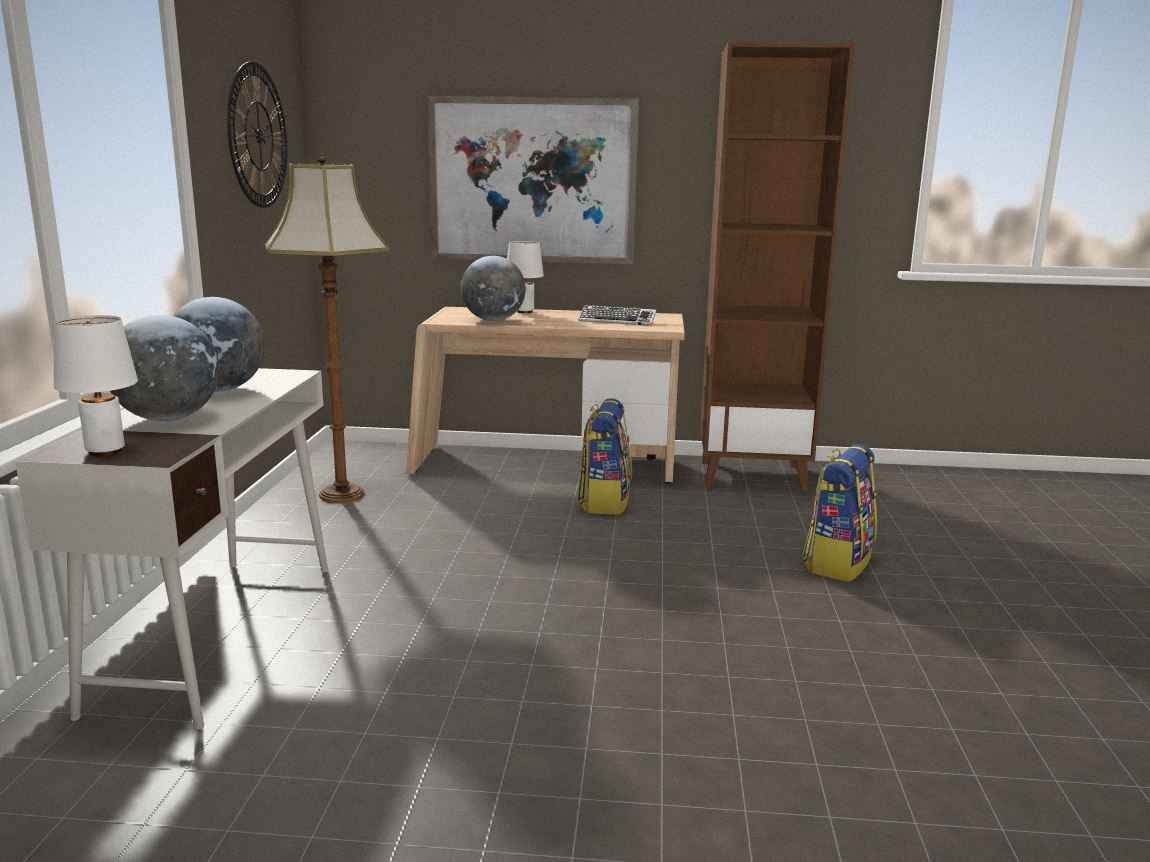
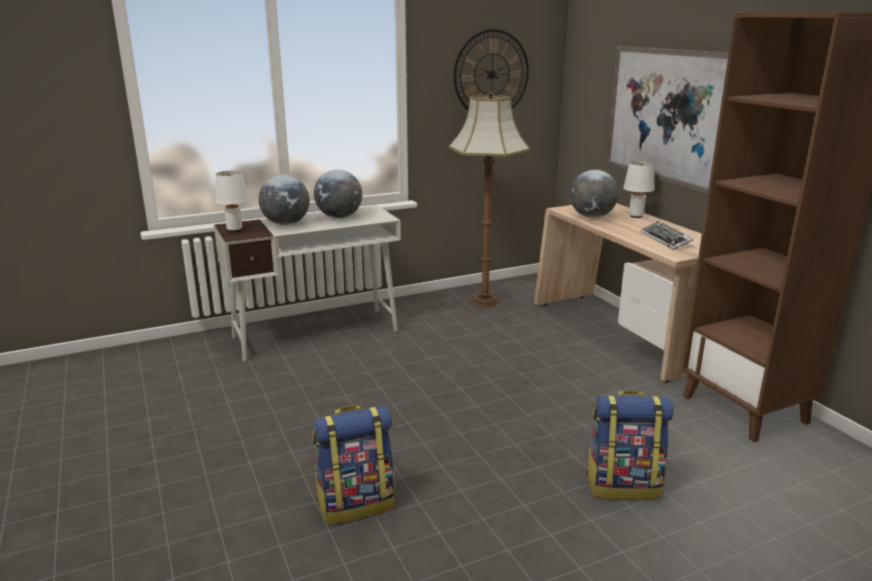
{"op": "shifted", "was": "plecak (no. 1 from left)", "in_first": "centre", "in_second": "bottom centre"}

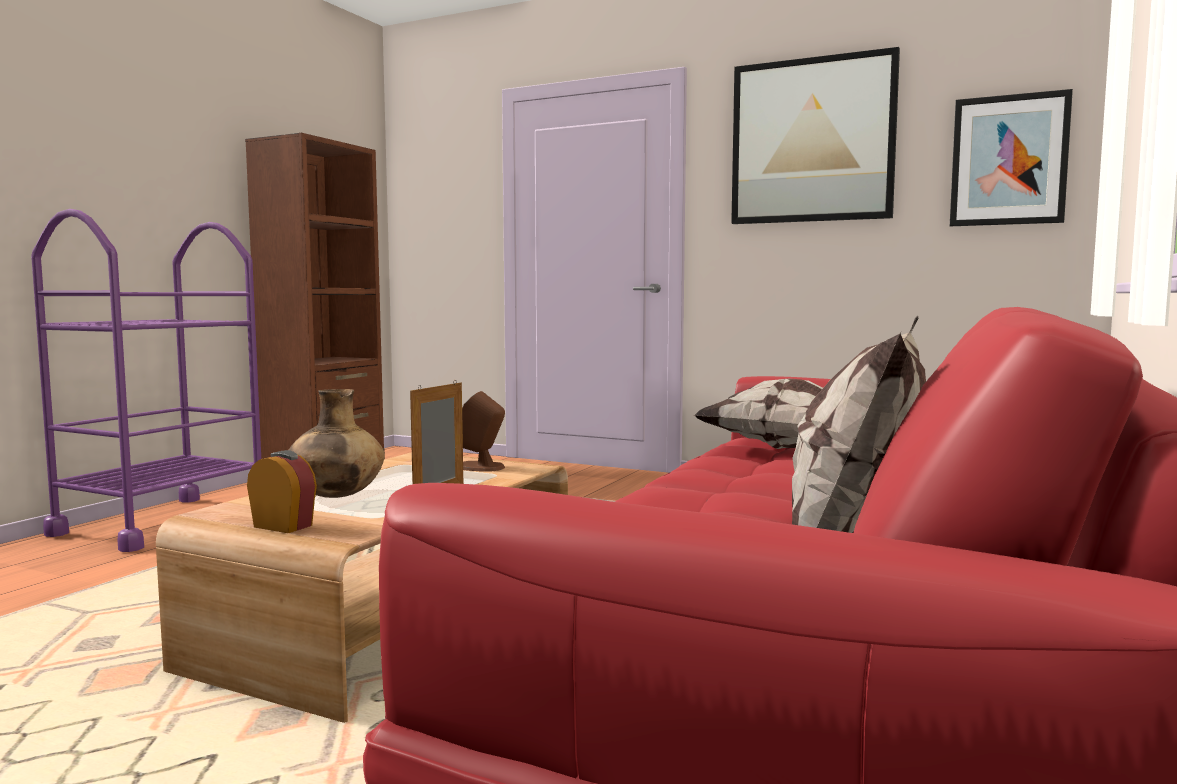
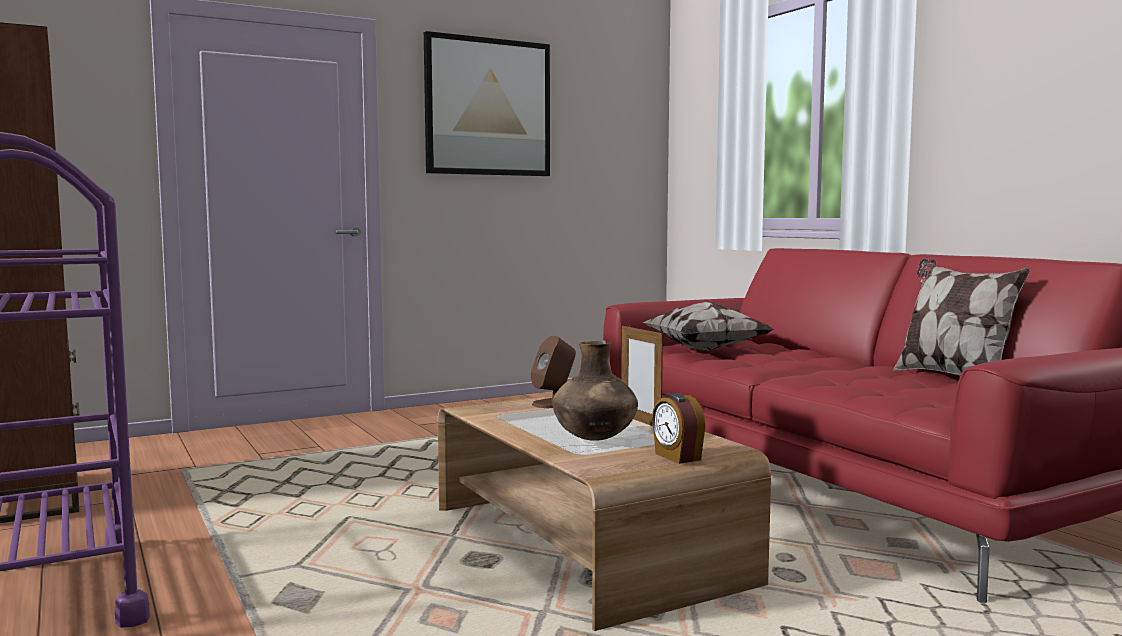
{"op": "rotated", "was": "budzik", "in_first": "middle left", "in_second": "bottom centre", "clockwise": -90}
{"op": "gone", "was": "obraz (no. 2 from left)", "in_first": "top right"}

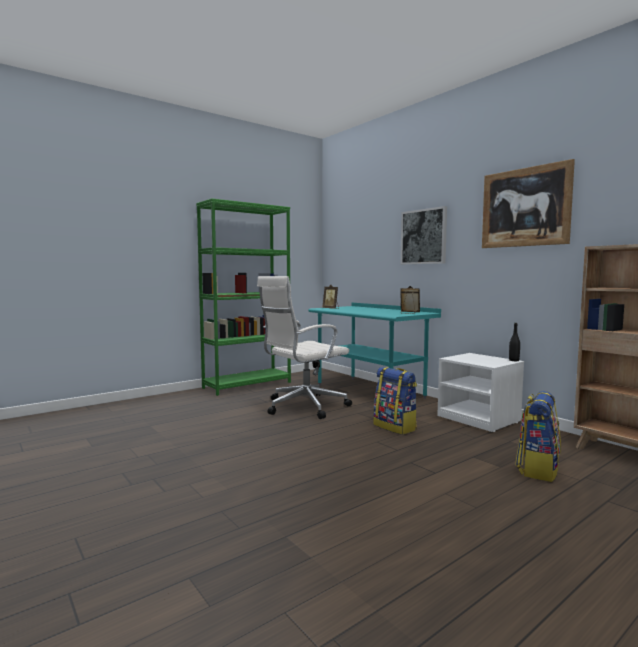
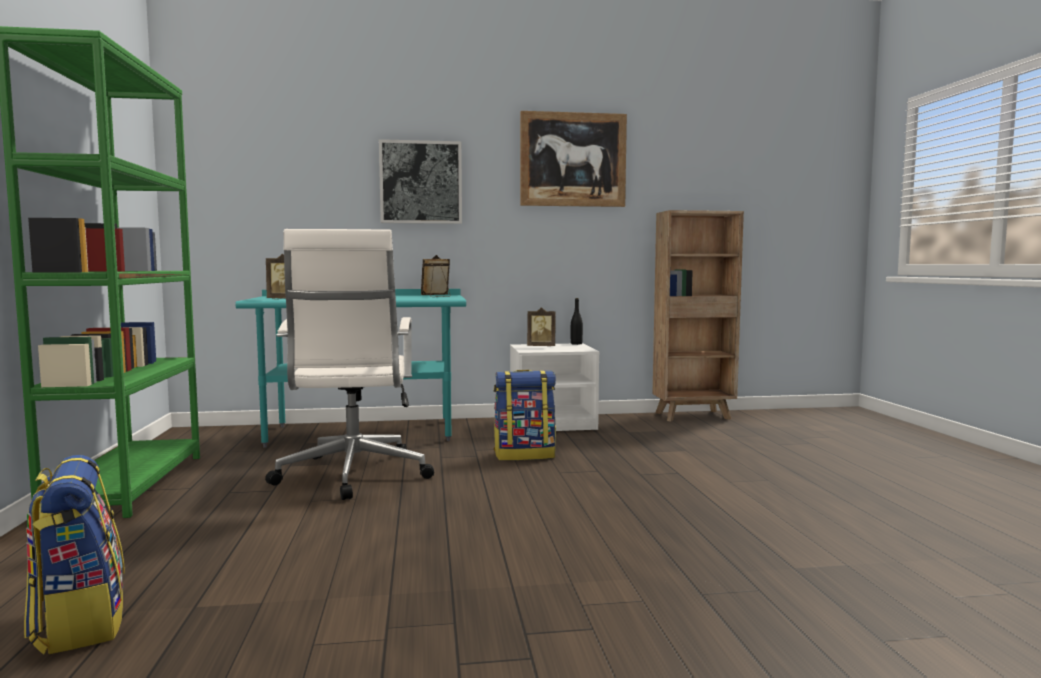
{"op": "shifted", "was": "plecak (no. 2 from left in the first image)", "now": "plecak (no. 1 from left)", "in_first": "bottom right", "in_second": "bottom left"}
{"op": "new", "now": "ramka na zdjęcie (no. 3 from left)", "in_second": "centre"}

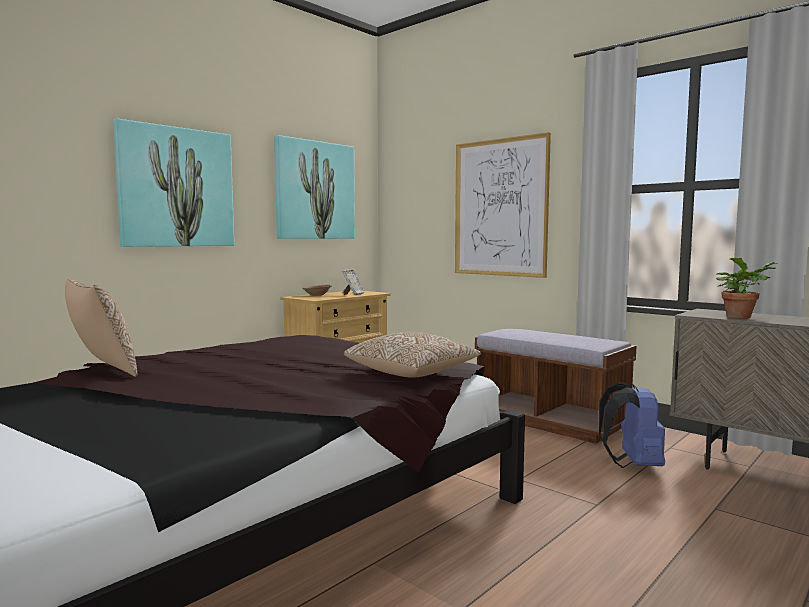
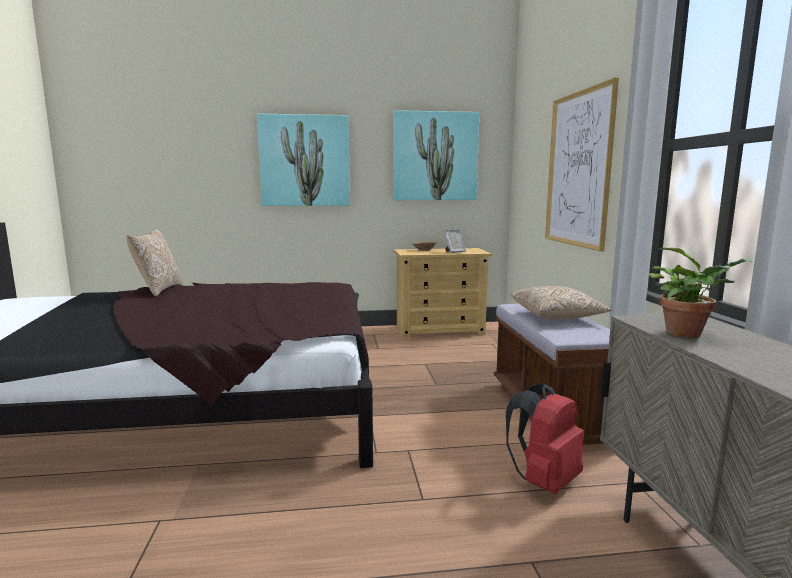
{"op": "repainted", "was": "plecak [niebieski]", "now": "plecak [czerwony]", "in_first": "bottom right", "in_second": "bottom right"}
{"op": "shifted", "was": "poduszka (no. 2 from left)", "in_first": "centre", "in_second": "middle right"}

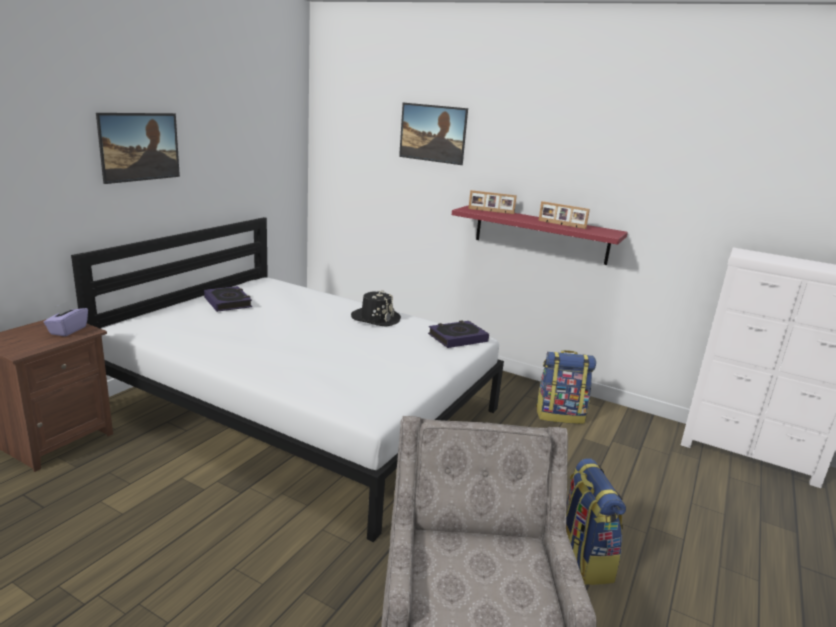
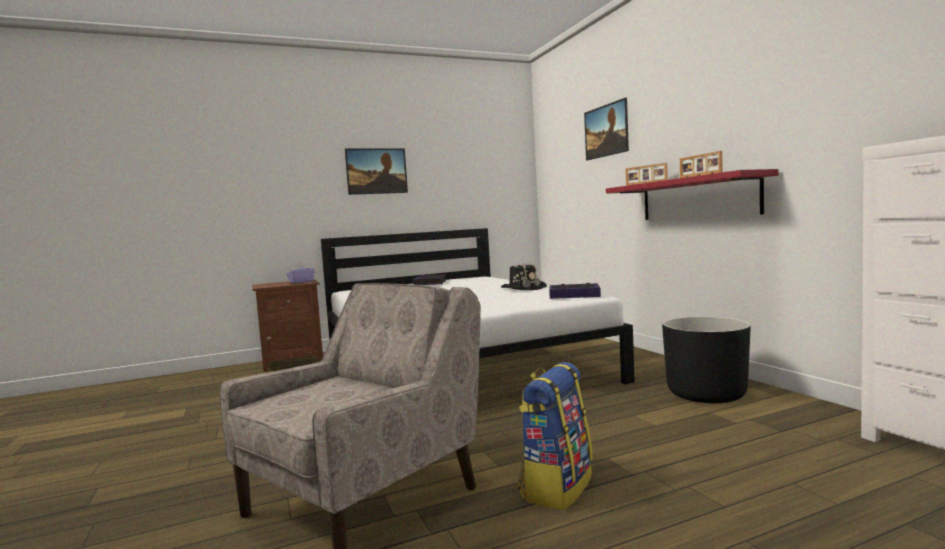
{"op": "swapped", "was": "plecak (no. 1 from left)", "now": "donica [czarny]", "in_first": "middle right", "in_second": "middle right"}

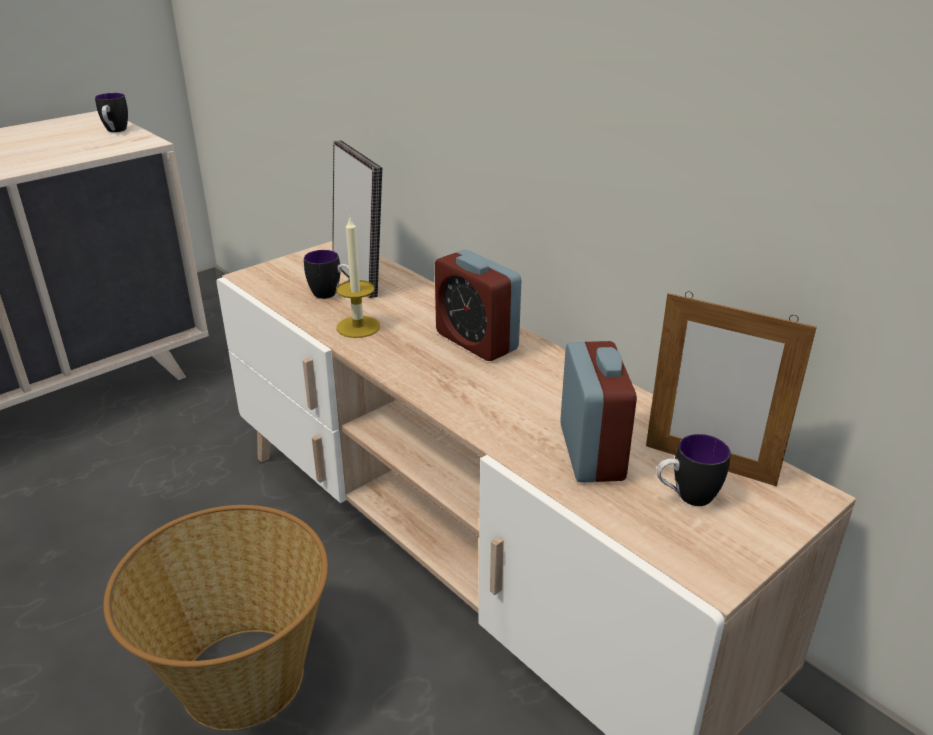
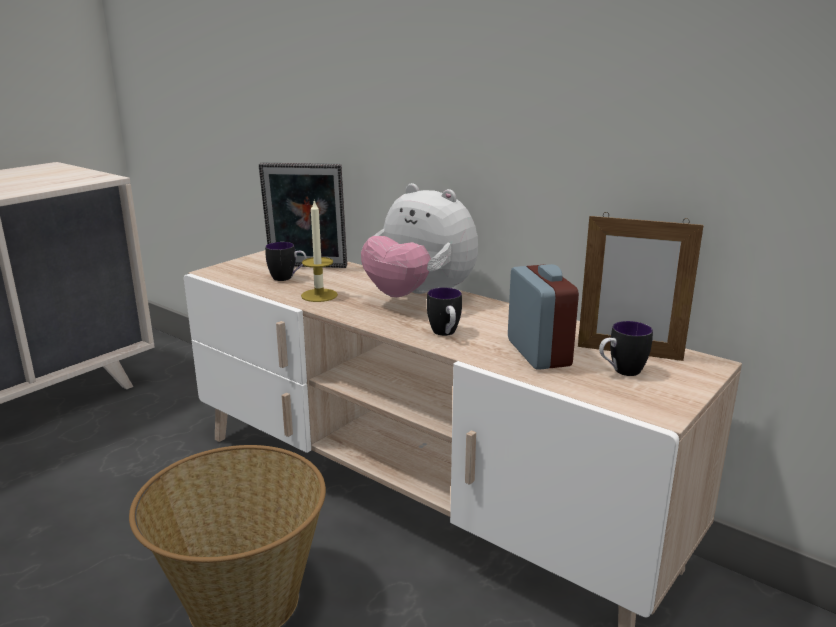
{"op": "rotated", "was": "ramka na zdjęcie (no. 1 from left)", "in_first": "top centre", "in_second": "centre", "clockwise": 135}
{"op": "swapped", "was": "budzik (no. 1 from left)", "now": "pluszak", "in_first": "centre", "in_second": "centre"}
{"op": "shifted", "was": "kubek (no. 1 from left in the first image)", "now": "kubek (no. 2 from left)", "in_first": "top left", "in_second": "centre"}

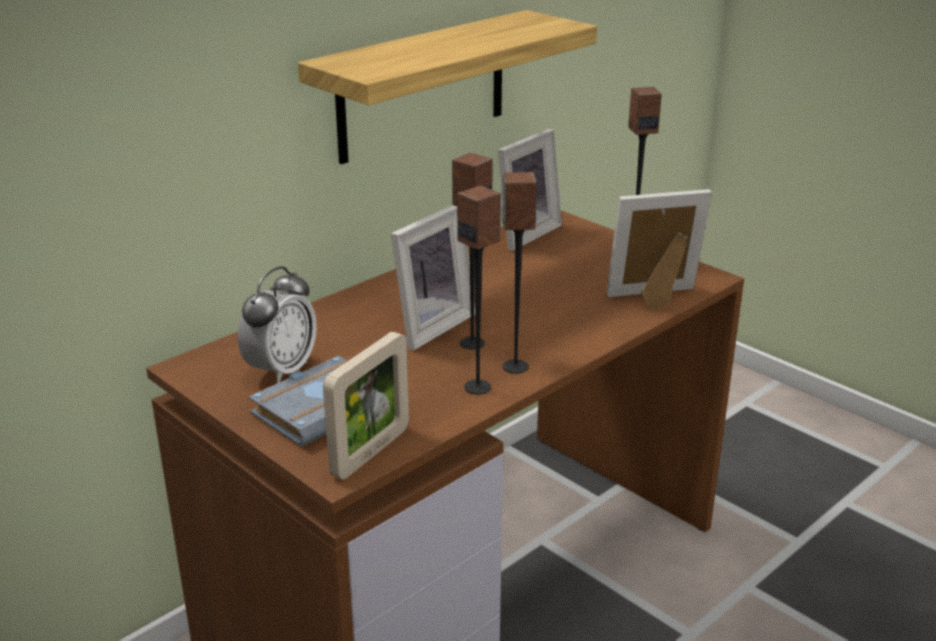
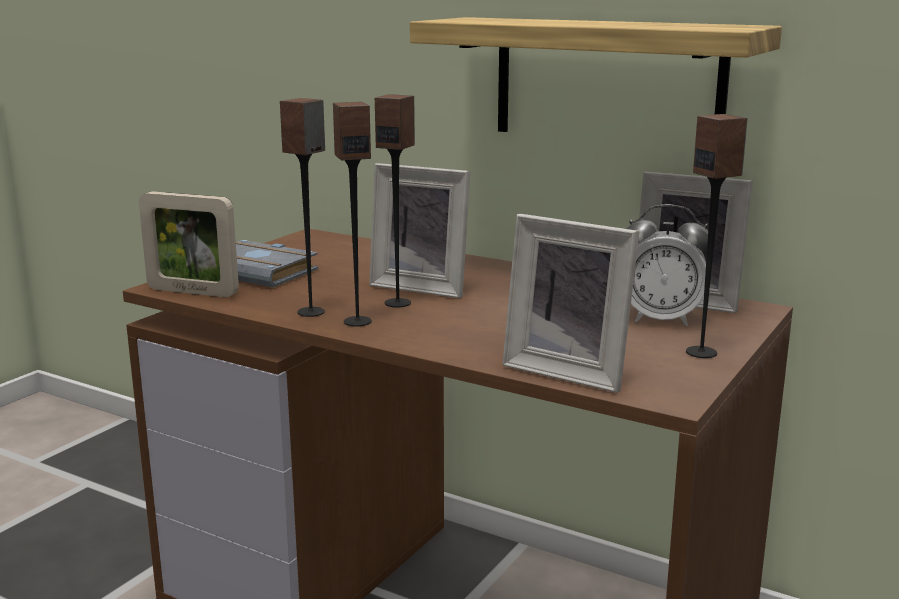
{"op": "rotated", "was": "ramka na zdjęcie (no. 4 from left in the first image)", "in_first": "middle right", "in_second": "centre", "clockwise": 150}
{"op": "shifted", "was": "budzik", "in_first": "middle left", "in_second": "middle right"}

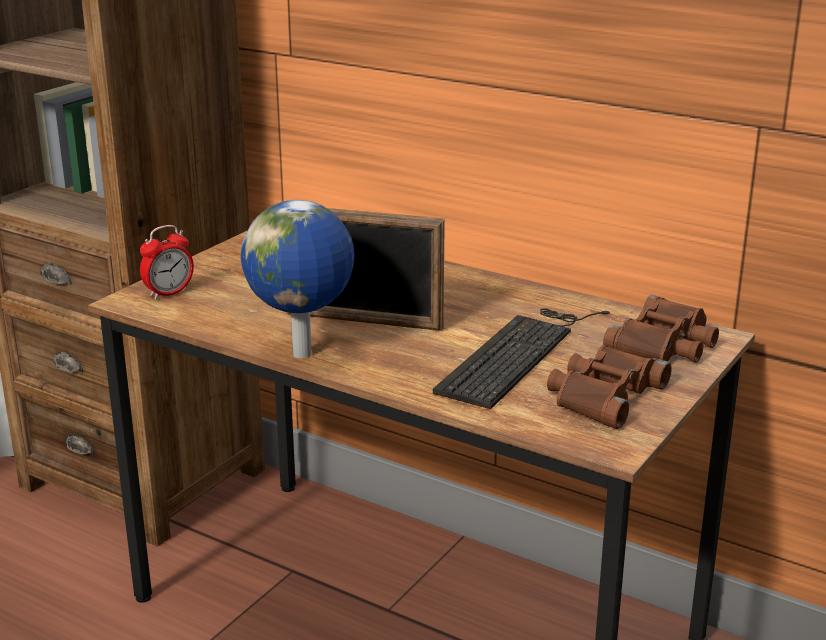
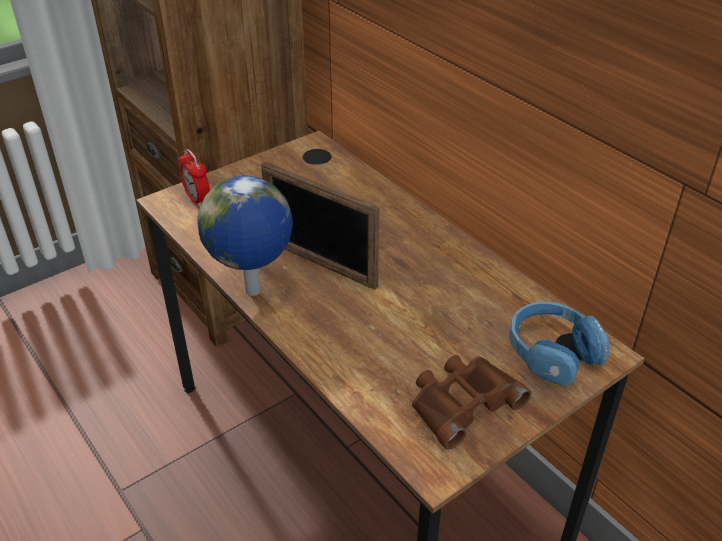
{"op": "rotated", "was": "budzik", "in_first": "middle left", "in_second": "top left", "clockwise": 75}
{"op": "swapped", "was": "lornetka [brązowy] (no. 2 from left)", "now": "słuchawki [niebieski]", "in_first": "middle right", "in_second": "middle right"}
{"op": "gone", "was": "klawiatura", "in_first": "centre"}

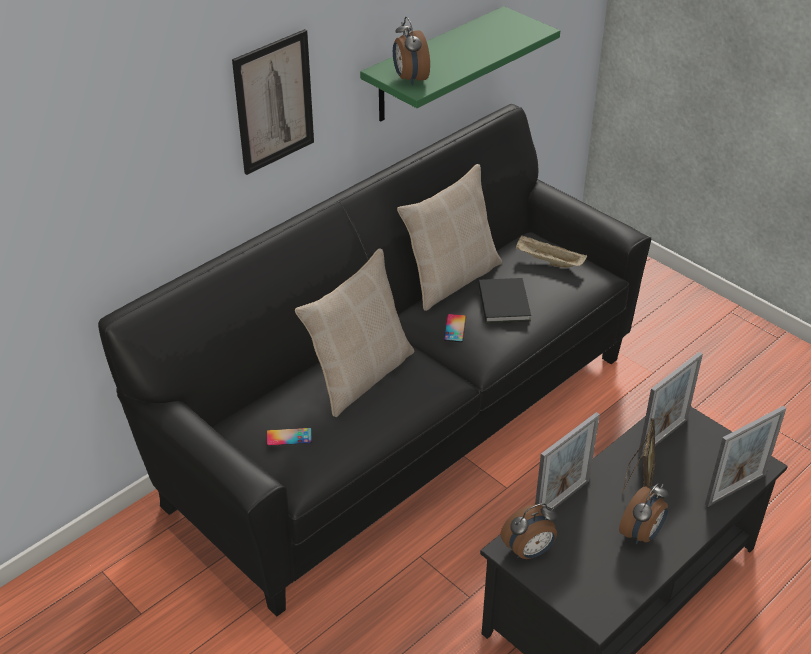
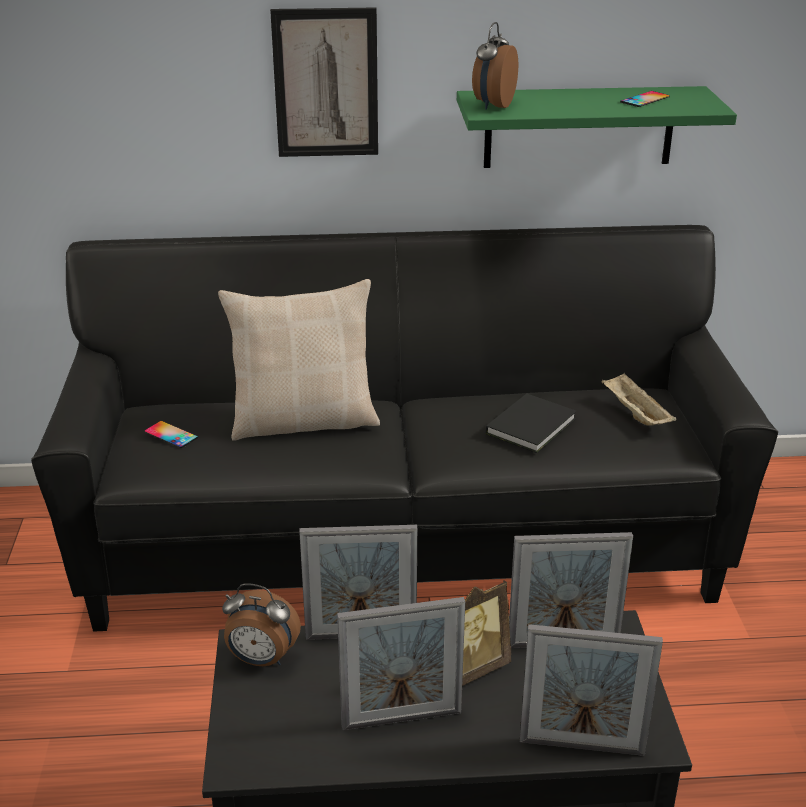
{"op": "swapped", "was": "budzik (no. 3 from left)", "now": "ramka na zdjęcie (no. 2 from left)", "in_first": "bottom right", "in_second": "bottom centre"}
{"op": "shifted", "was": "telefon (no. 2 from left)", "in_first": "centre", "in_second": "top right"}
{"op": "gone", "was": "poduszka [beżowy] (no. 2 from left)", "in_first": "centre"}

